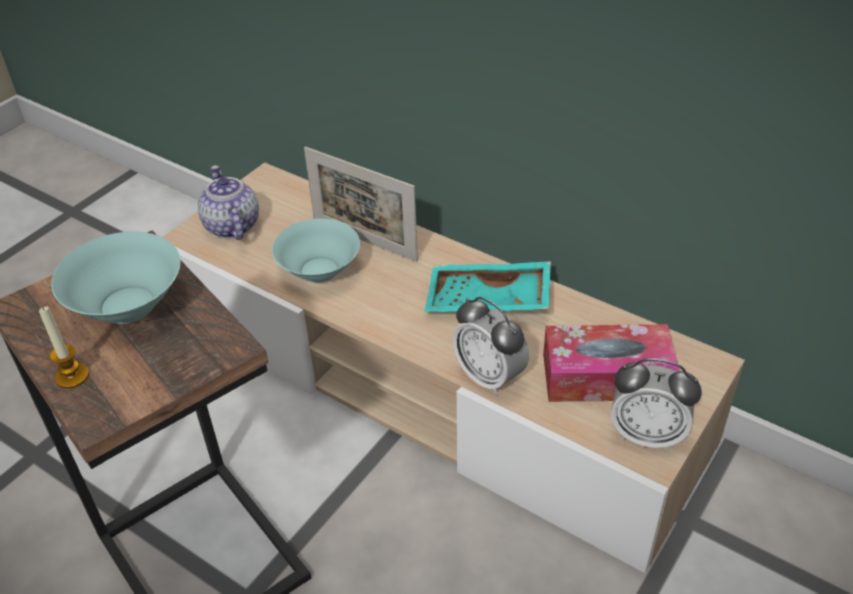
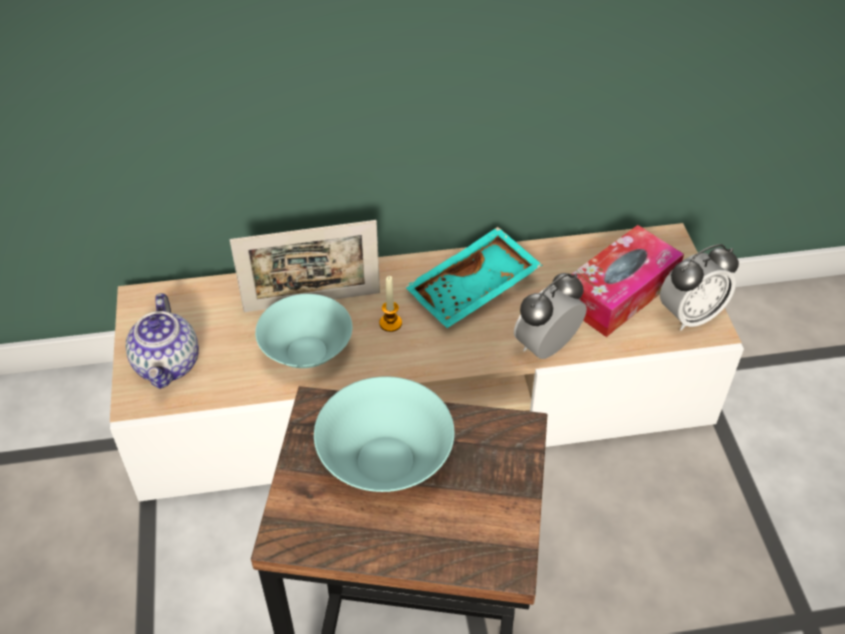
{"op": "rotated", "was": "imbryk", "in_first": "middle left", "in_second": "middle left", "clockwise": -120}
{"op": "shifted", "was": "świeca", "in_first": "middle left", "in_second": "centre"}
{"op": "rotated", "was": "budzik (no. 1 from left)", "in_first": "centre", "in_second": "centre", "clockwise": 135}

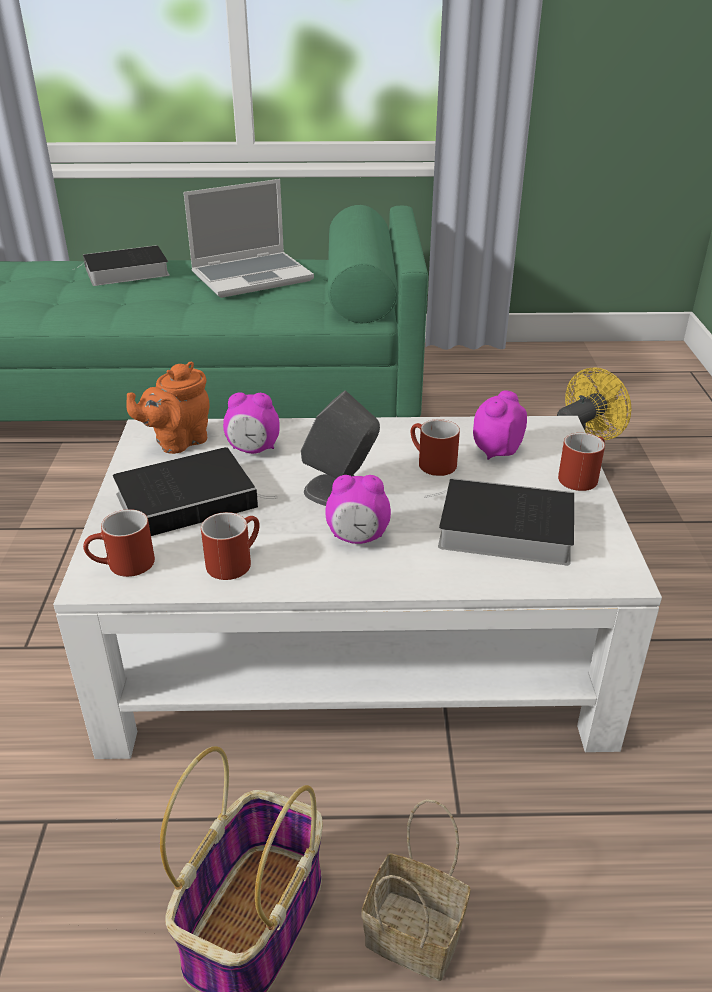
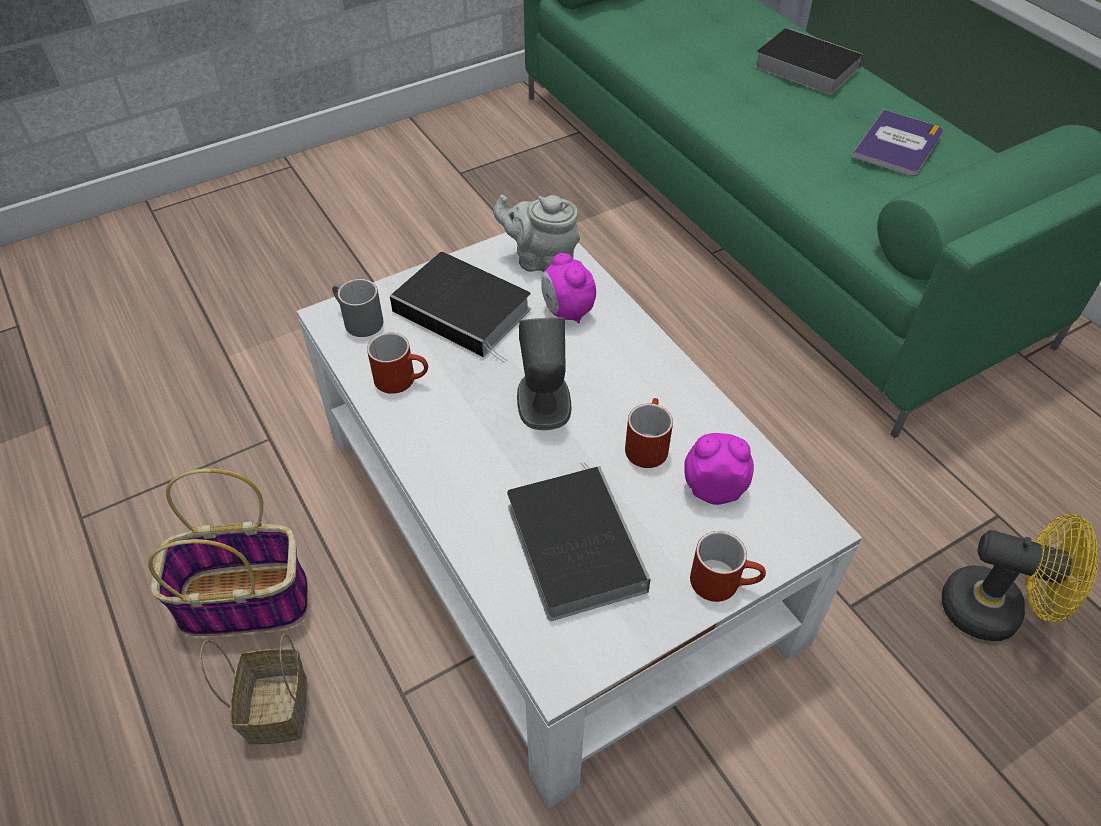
{"op": "repainted", "was": "kubek [czerwony] (no. 1 from left)", "now": "kubek [szary]", "in_first": "middle left", "in_second": "middle left"}
{"op": "repainted", "was": "imbryk [pomarańczowy]", "now": "imbryk [szary]", "in_first": "middle left", "in_second": "top centre"}
{"op": "swapped", "was": "laptop", "now": "książka (no. 4 from left)", "in_first": "top centre", "in_second": "top right"}
{"op": "gone", "was": "budzik (no. 2 from left)", "in_first": "centre"}

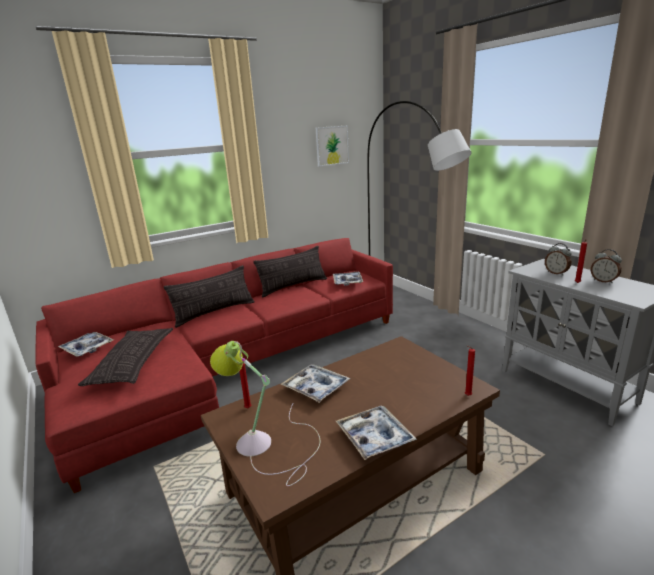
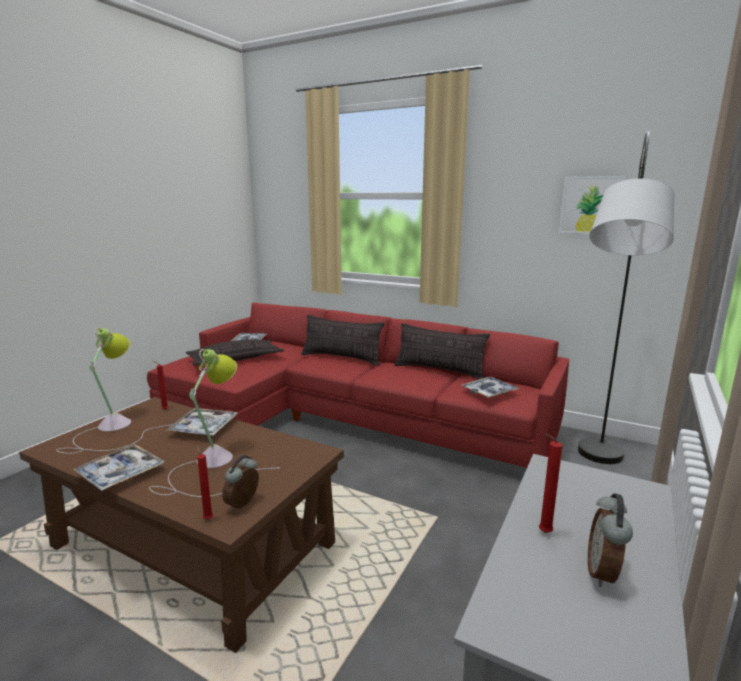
{"op": "new", "now": "lampa stołowa (no. 2 from left)", "in_second": "middle left"}
{"op": "shifted", "was": "budzik (no. 1 from left)", "in_first": "middle right", "in_second": "bottom left"}

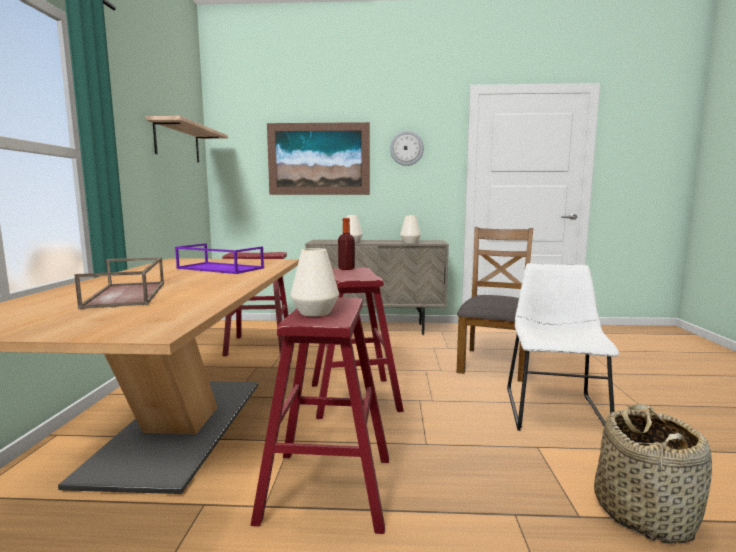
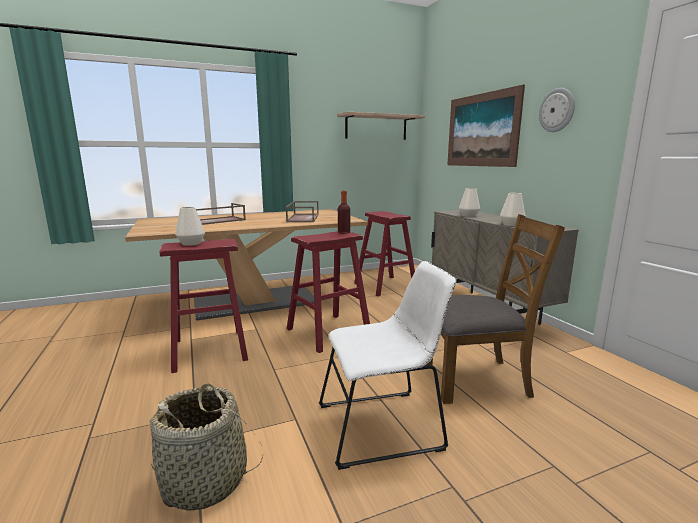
{"op": "repainted", "was": "taca [fioletowy]", "now": "taca [brązowy] (no. 2 from left)", "in_first": "middle left", "in_second": "centre"}

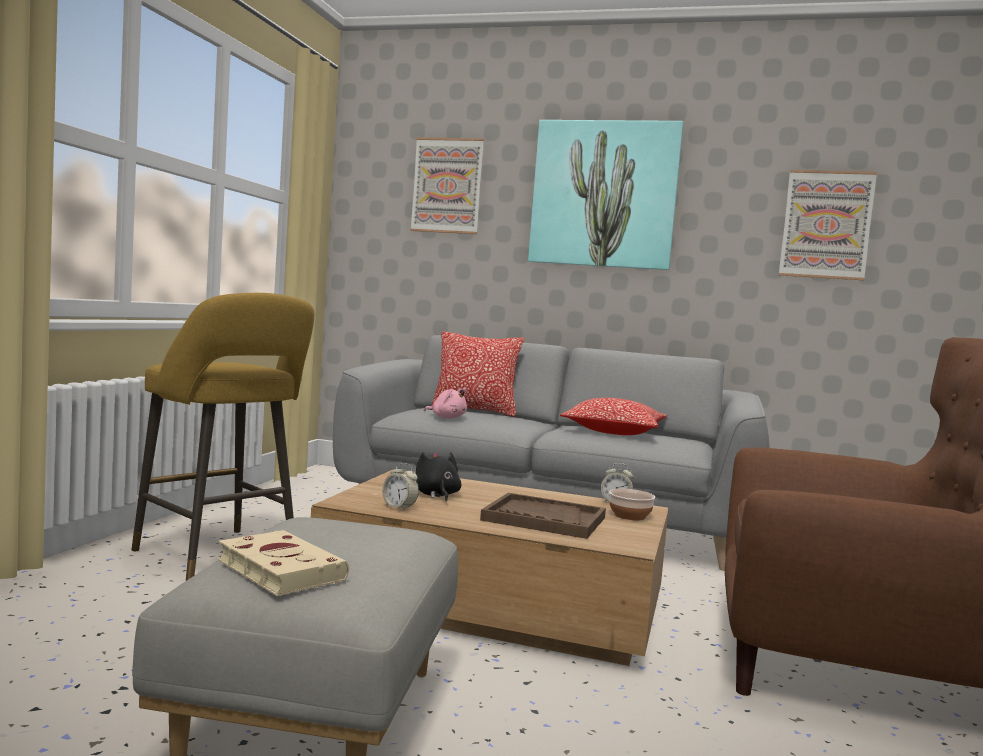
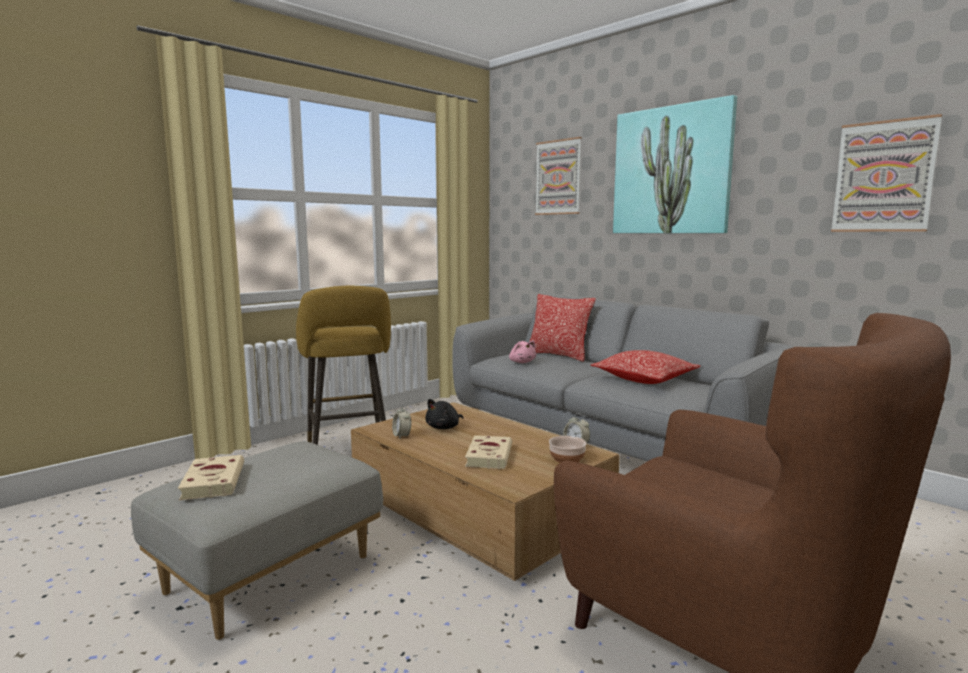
{"op": "rotated", "was": "pluszak [czarny]", "in_first": "centre", "in_second": "centre", "clockwise": -150}
{"op": "swapped", "was": "taca [brązowy]", "now": "książka [beżowy] (no. 2 from left)", "in_first": "bottom centre", "in_second": "bottom centre"}

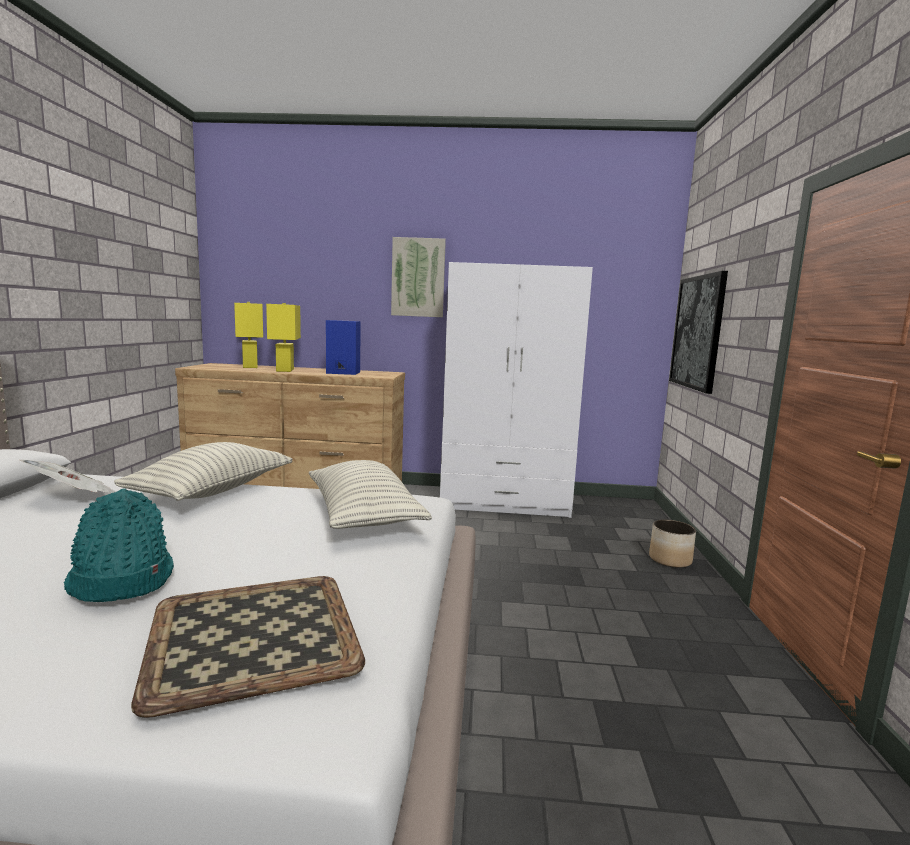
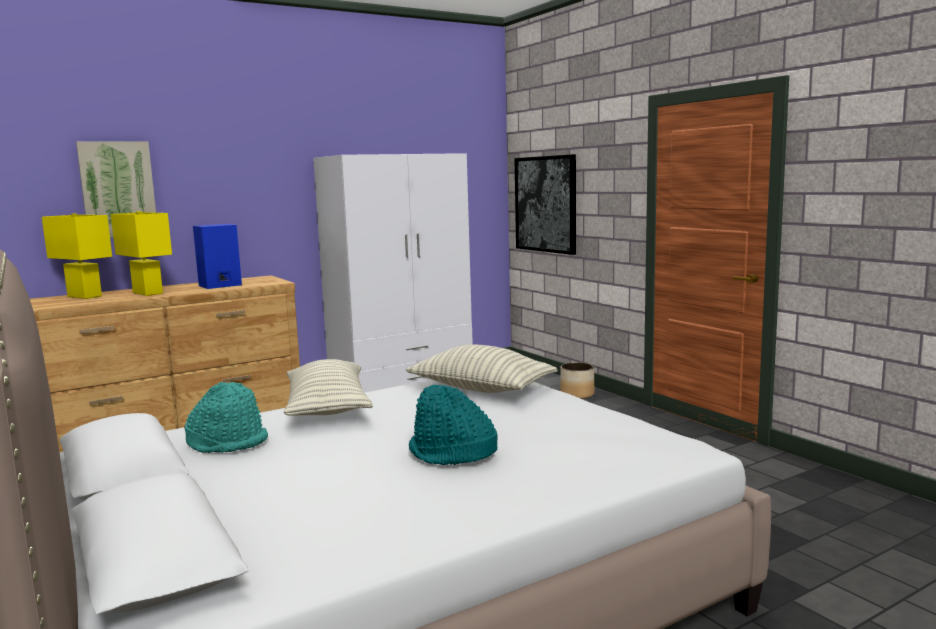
{"op": "shifted", "was": "obraz (no. 1 from left)", "in_first": "top centre", "in_second": "top left"}
{"op": "swapped", "was": "gazeta", "now": "kapelusz [turkusowy] (no. 1 from left)", "in_first": "middle left", "in_second": "middle left"}
{"op": "gone", "was": "taca", "in_first": "bottom left"}

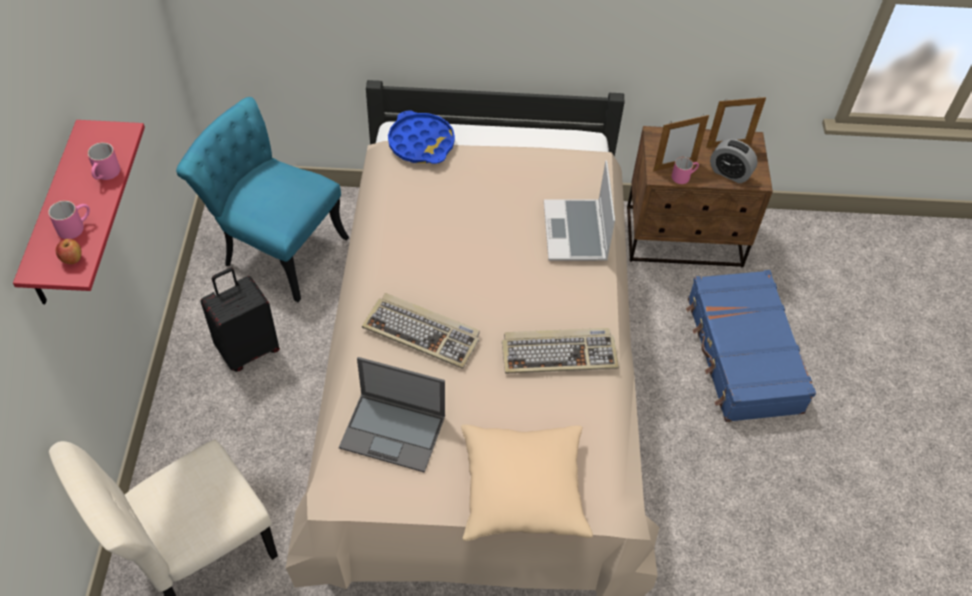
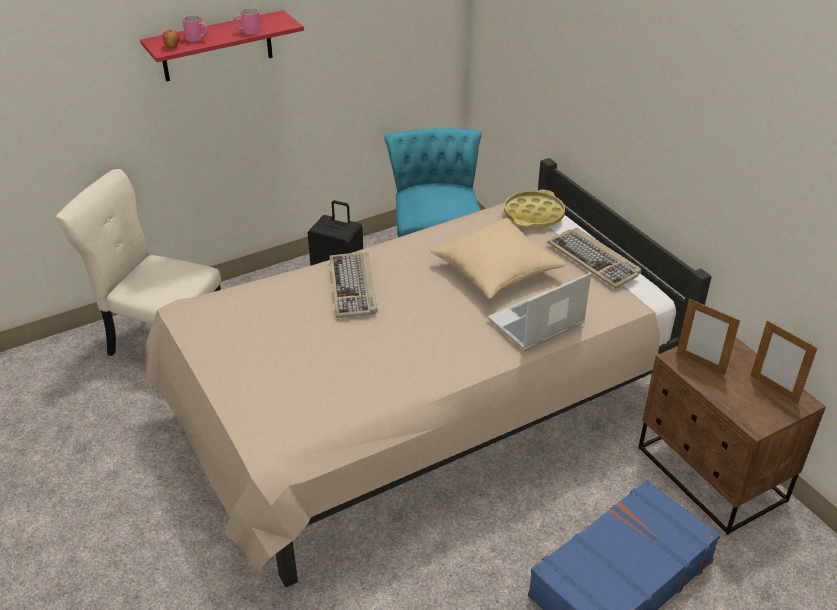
{"op": "shifted", "was": "poduszka [beżowy]", "in_first": "bottom centre", "in_second": "centre"}
{"op": "repainted", "was": "taca [niebieski]", "now": "taca [żółty]", "in_first": "top centre", "in_second": "centre"}
{"op": "shifted", "was": "klawiatura (no. 2 from left)", "in_first": "centre", "in_second": "middle right"}
{"op": "gone", "was": "laptop (no. 1 from left)", "in_first": "bottom centre"}
{"op": "gone", "was": "kubek [różowy] (no. 3 from left)", "in_first": "top right"}
{"op": "gone", "was": "budzik", "in_first": "top right"}

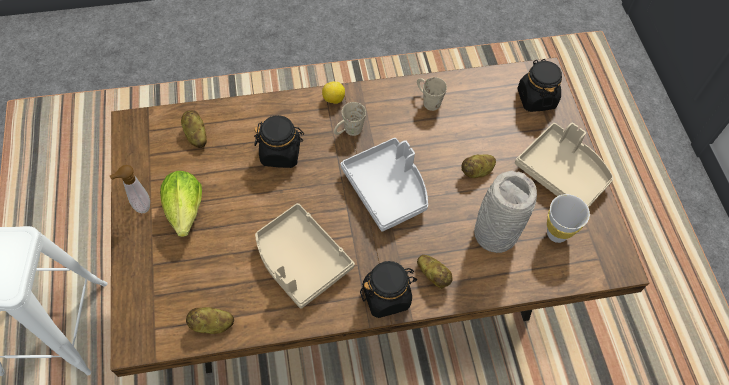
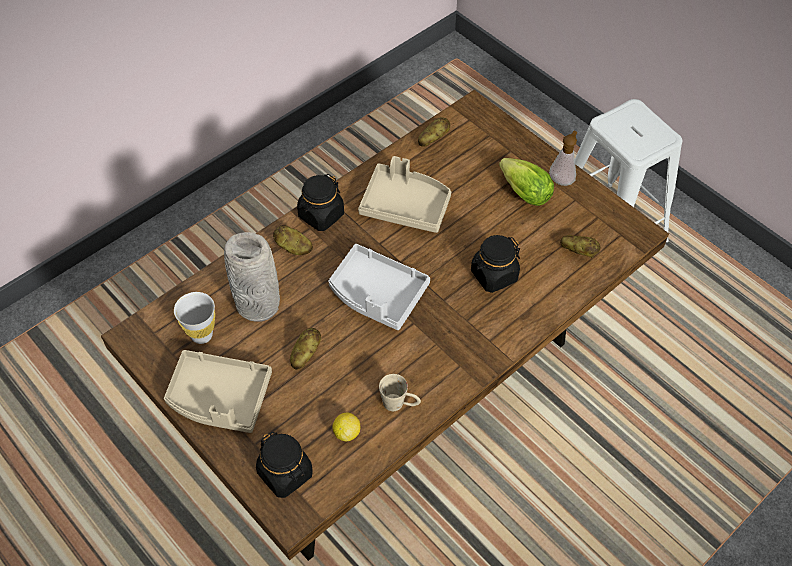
{"op": "shifted", "was": "cytryna", "in_first": "top centre", "in_second": "bottom centre"}
{"op": "gone", "was": "kubek [beżowy] (no. 1 from left)", "in_first": "top centre"}

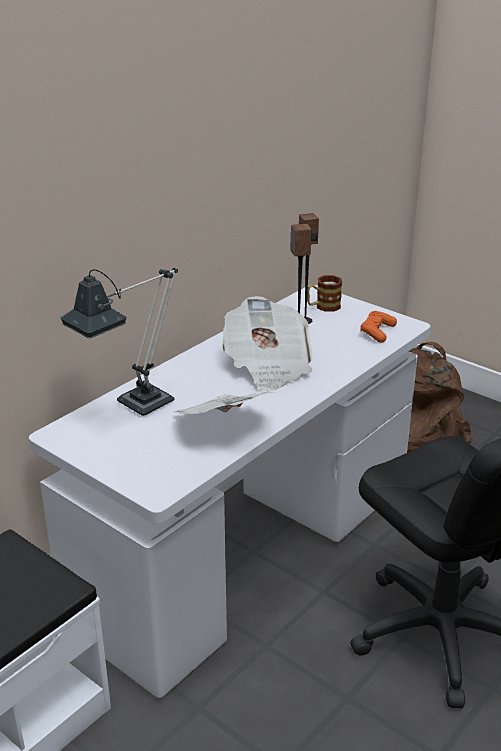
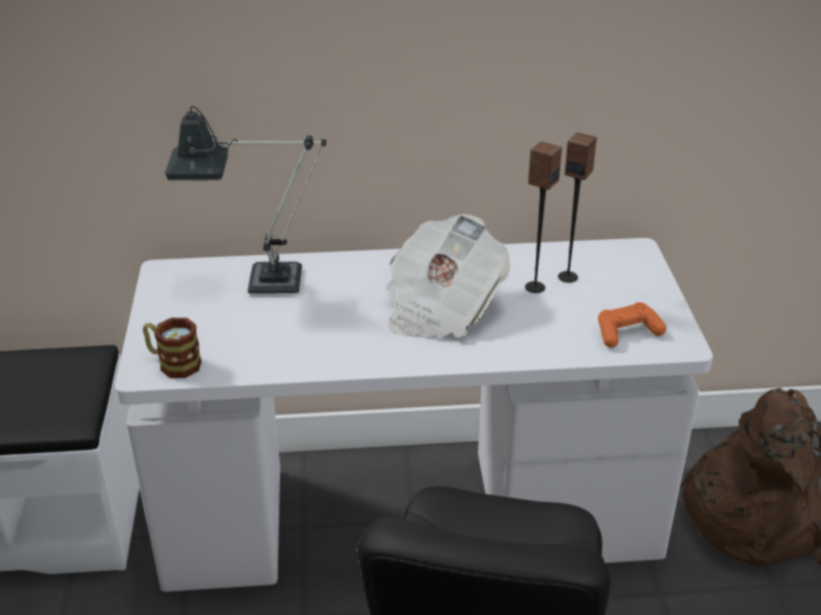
{"op": "shifted", "was": "kubek", "in_first": "centre", "in_second": "middle left"}
{"op": "gone", "was": "gazeta (no. 1 from left)", "in_first": "centre"}

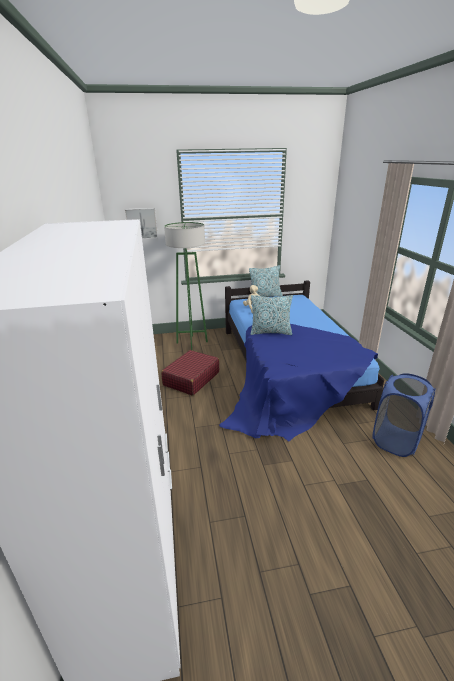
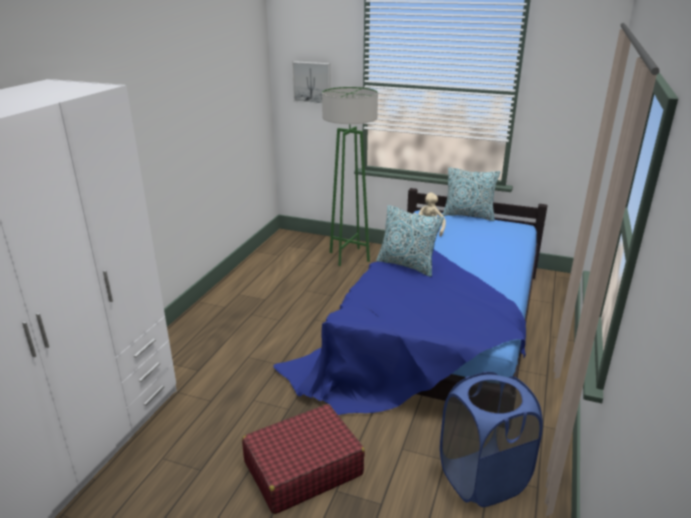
{"op": "shifted", "was": "walizka [czerwony]", "in_first": "centre", "in_second": "bottom centre"}

